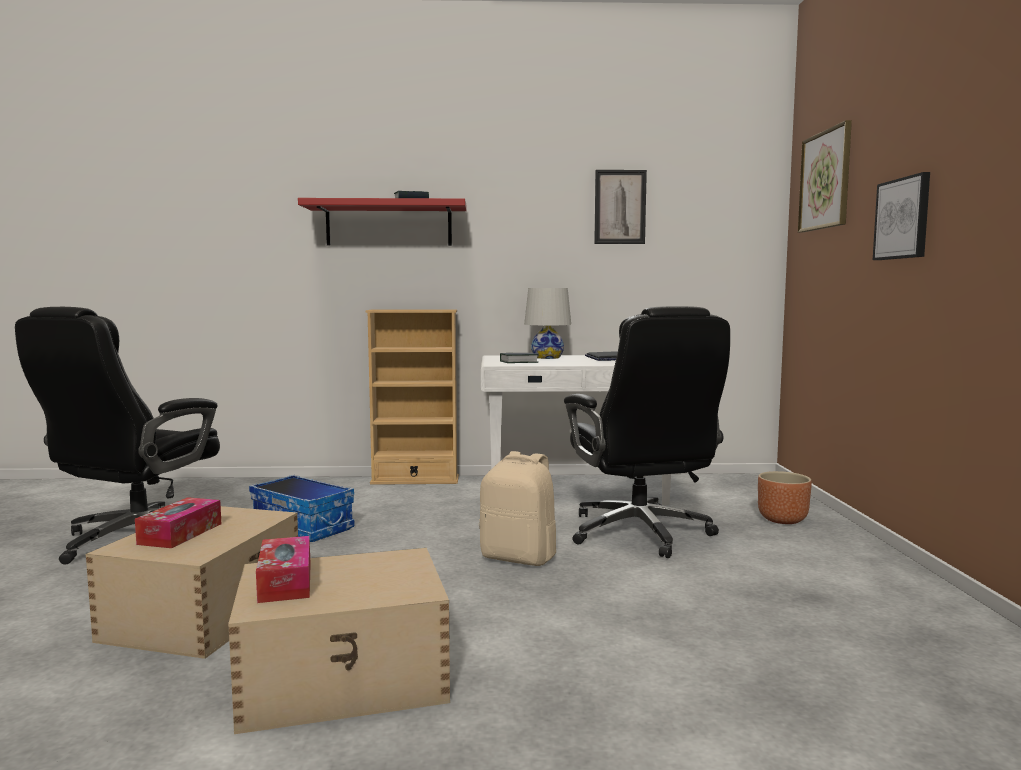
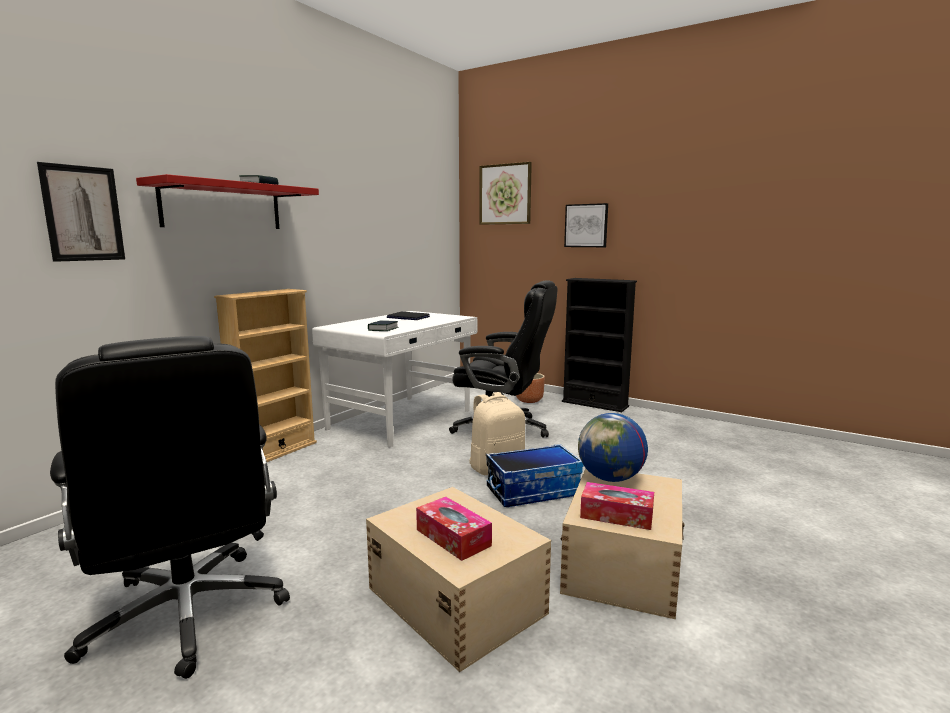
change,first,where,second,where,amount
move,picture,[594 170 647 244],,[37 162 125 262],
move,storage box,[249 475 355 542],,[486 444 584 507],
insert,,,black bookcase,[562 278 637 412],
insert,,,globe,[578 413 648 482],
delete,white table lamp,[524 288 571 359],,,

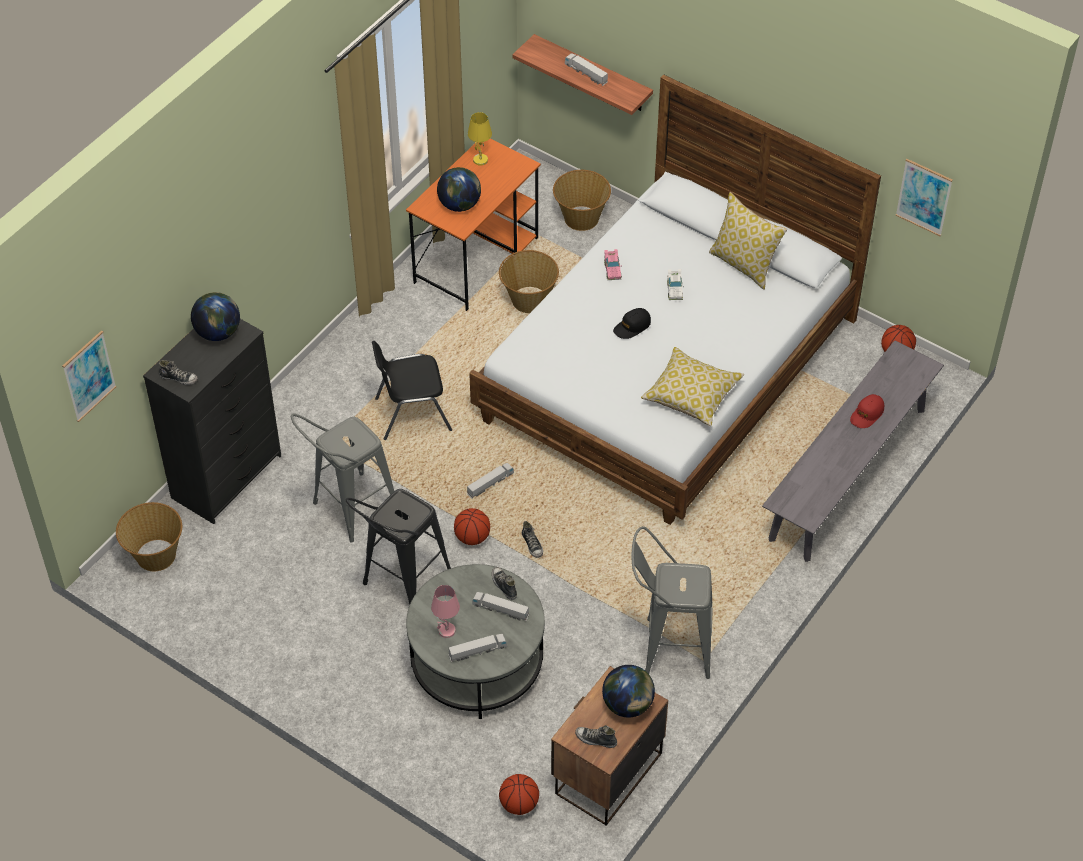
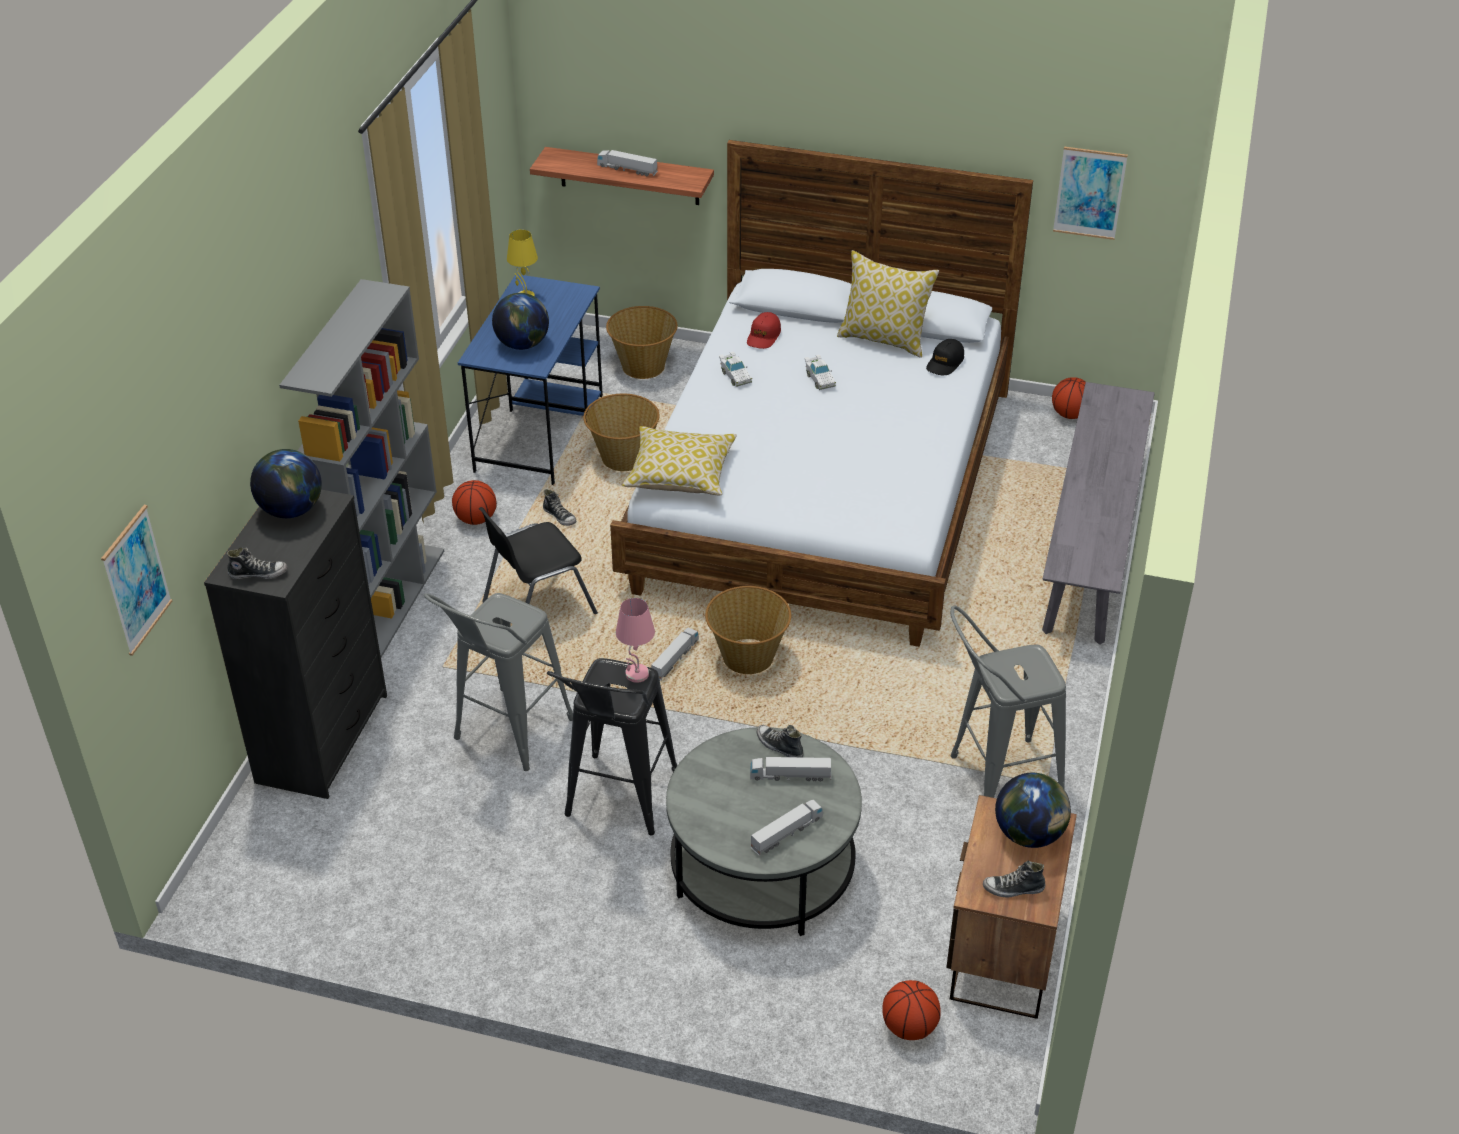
change,first,where,second,where,amount
insert,,,grey bookcase,[279 279 444 658],
move,basketball,[454 508 490 545],,[452 480 497 525],
recolor,orange desk,[406 139 541 311],blue desk,[458 274 603 485],
move,shoe,[522 521 543 558],,[543 489 576 526],
move,pink table lamp,[431 585 460 638],,[616 598 655 683],
move,pillow,[641 347 744 426],,[622 426 737 495],
move,basket,[116 502 182 571],,[705 586 791 674],
recolor,pink toy car,[604 249 622 280],white toy car,[719 351 752 387],
move,red cap,[850 394 884 428],,[747 312 781 349],
move,black cap,[613 308 651 339],,[926 339 964 375],

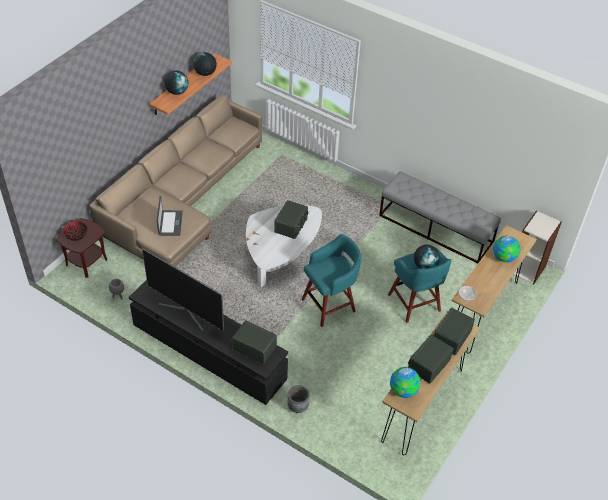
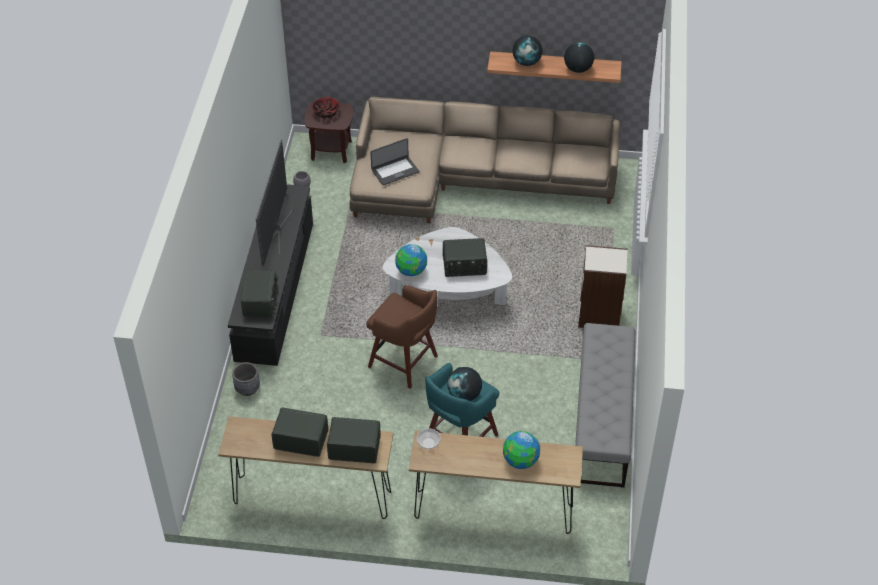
change,first,where,second,where,amount
recolor,turquoise stool,[302 234 361 327],brown stool,[366 285 438 389],
move,globe,[390 367 421 398],,[395 244 427 276],
move,bookcase,[513 210 562 285],,[578 245 628 328],

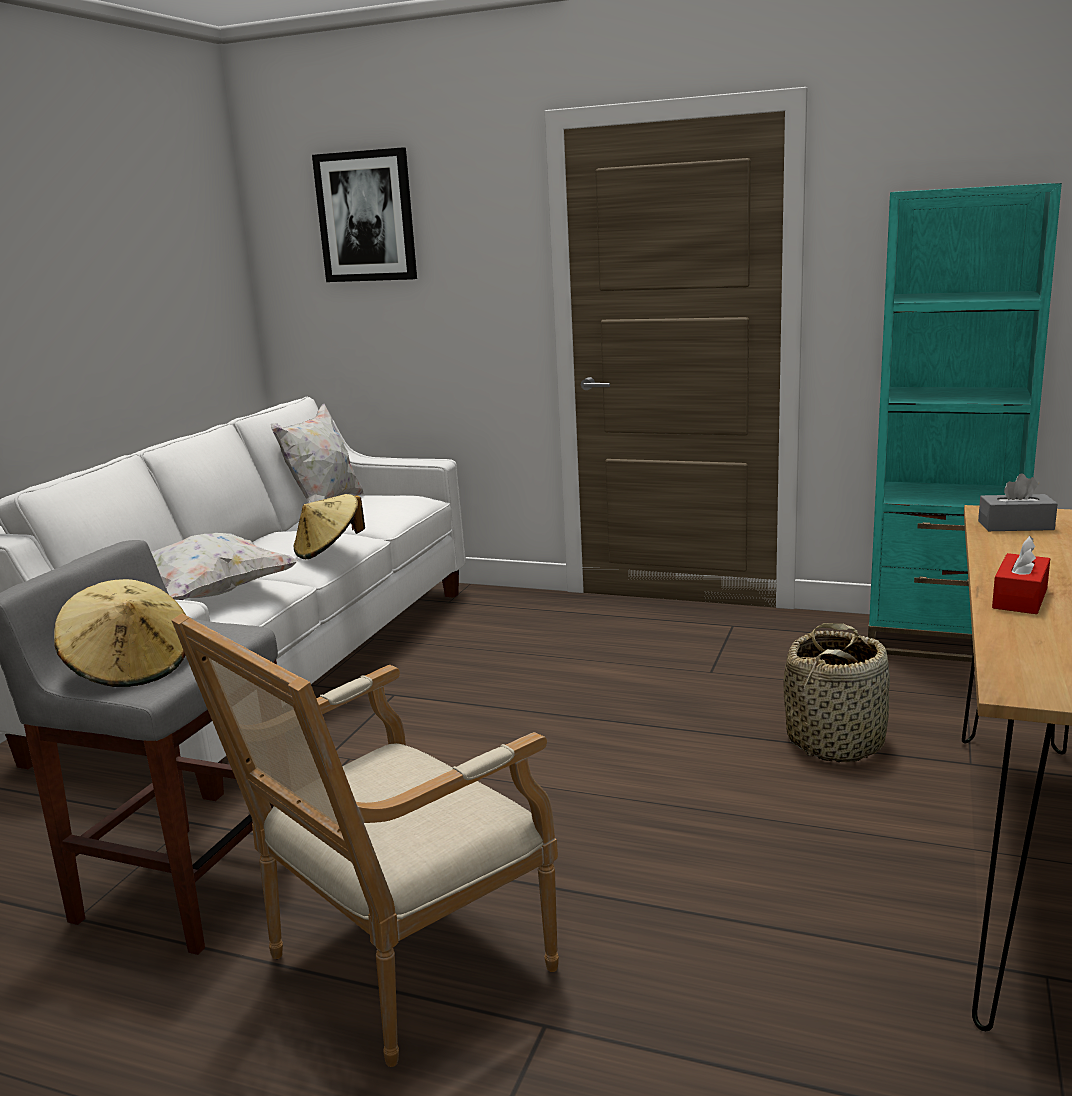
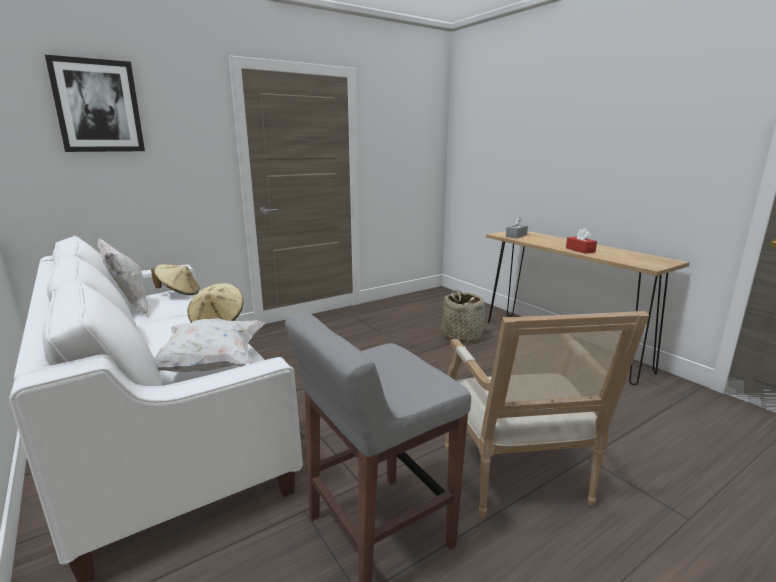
change,first,where,second,where,amount
move,beige hat,[54 579 186 687],,[151 264 200 295],
delete,turquoise bookcase,[868 183 1062 662],,,

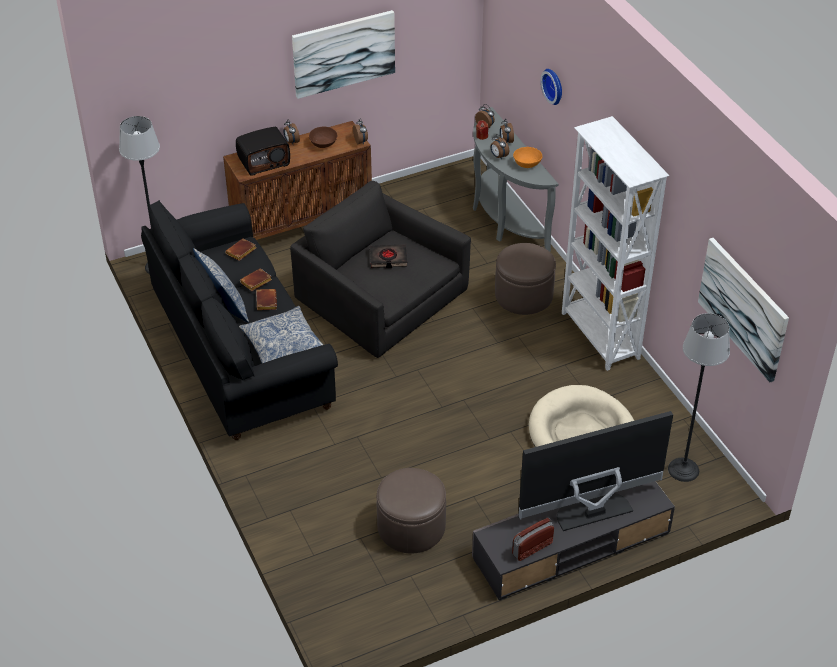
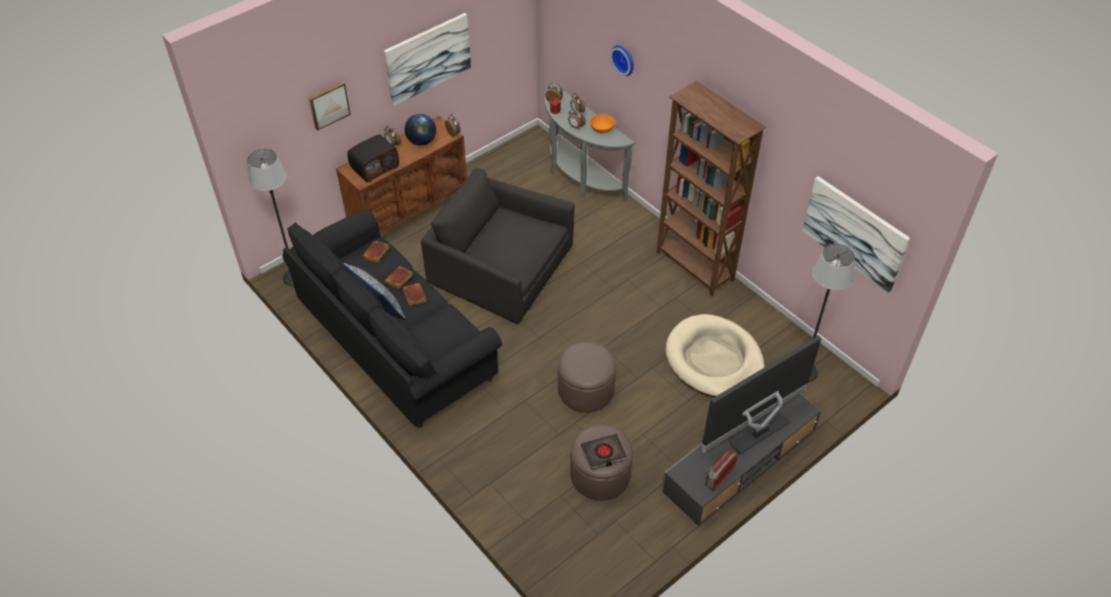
change,first,where,second,where,amount
insert,,,picture,[309 81 351 130],
replace,brown bowl,[309 127 337 148],globe,[405 114 436 146],
move,brown ottoman,[495 243 556 315],,[558 341 616 413],
move,black book,[370 244 407 268],,[581 434 627 470],
recolor,white bookcase,[562 116 669 371],brown bookcase,[657 81 767 296],
delete,pillow,[239 306 323 363],,,

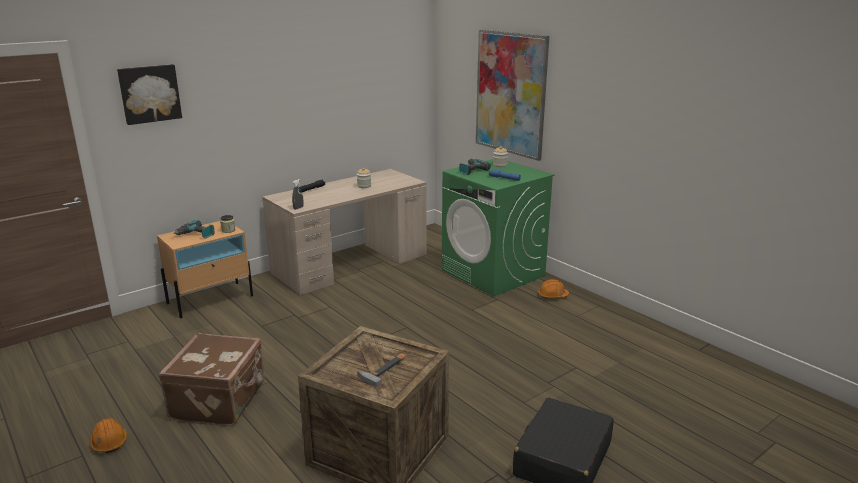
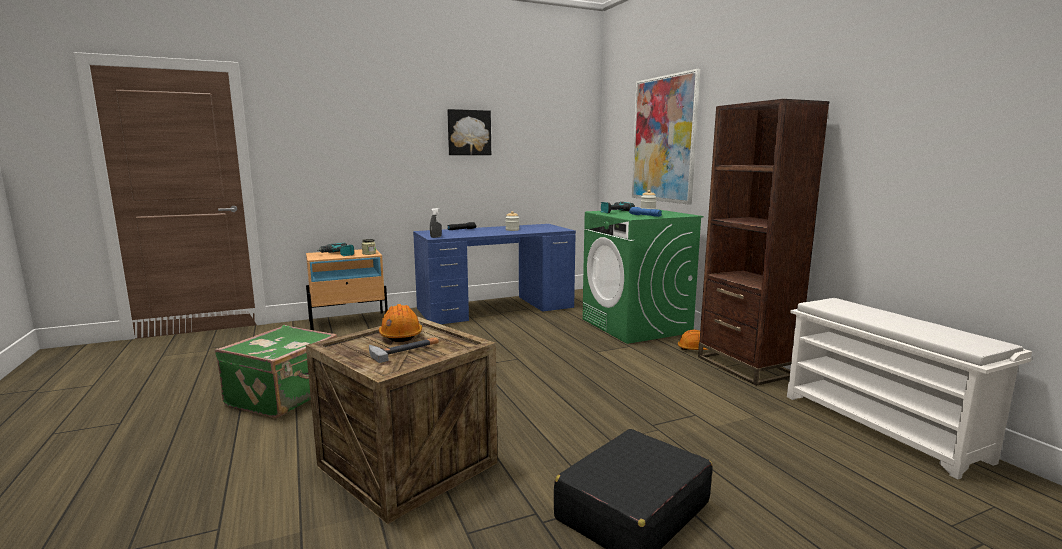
change,first,where,second,where,amount
recolor,brown suitcase,[159 333 265 426],green suitcase,[215 325 337 418],
move,orange hard hat,[90 418 127 453],,[379 304 422 342],
recolor,beige desk,[262 169 427 295],blue desk,[413 224 576 324],
move,picture,[117 64 182 125],,[447 109 491 155],
insert,,,brown bookcase,[698 99 830 386],
insert,,,white shoe rack,[787 298 1032 479],

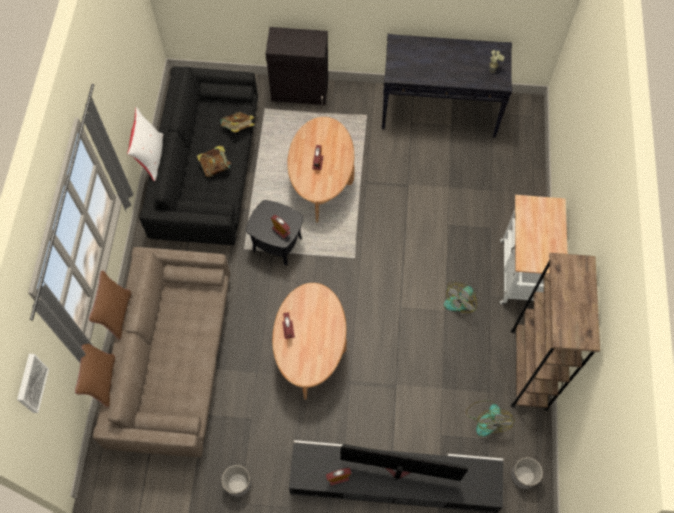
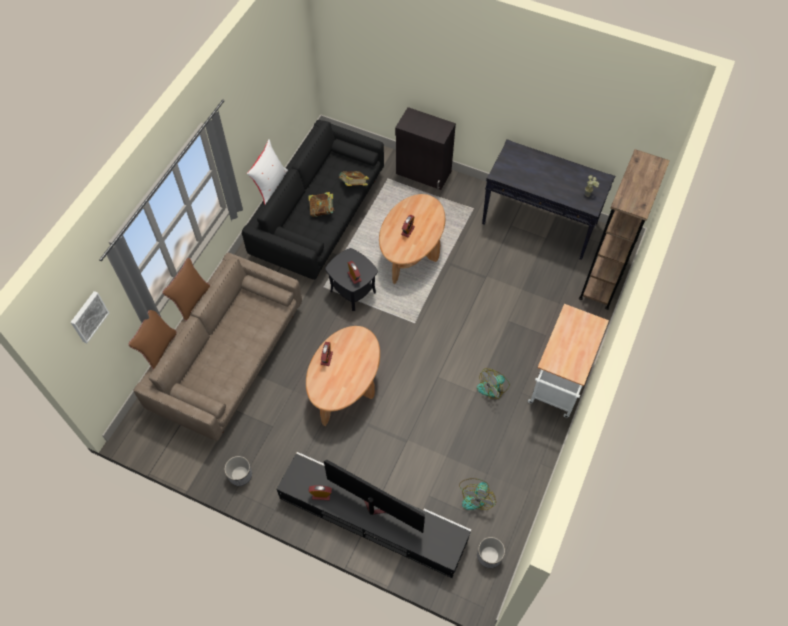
change,first,where,second,where,amount
move,brown bookcase,[511 253 600 411],,[579 149 670 310],

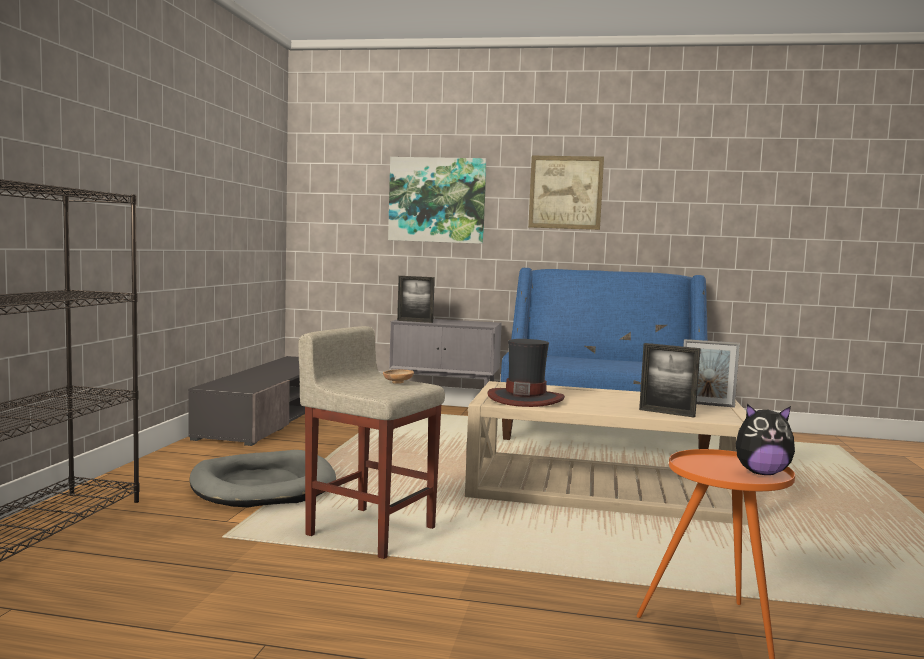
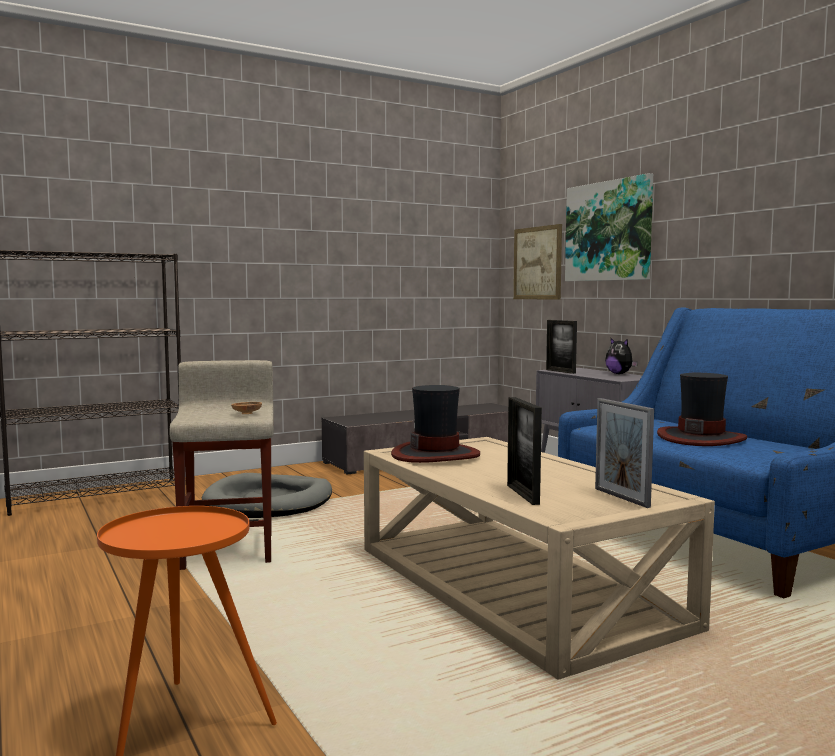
change,first,where,second,where,amount
move,picture,[528 156 604 230],,[513 224 562 300],
move,plush toy,[736 404 795 475],,[605 338 638 374],
insert,,,hat,[657 373 747 446],

